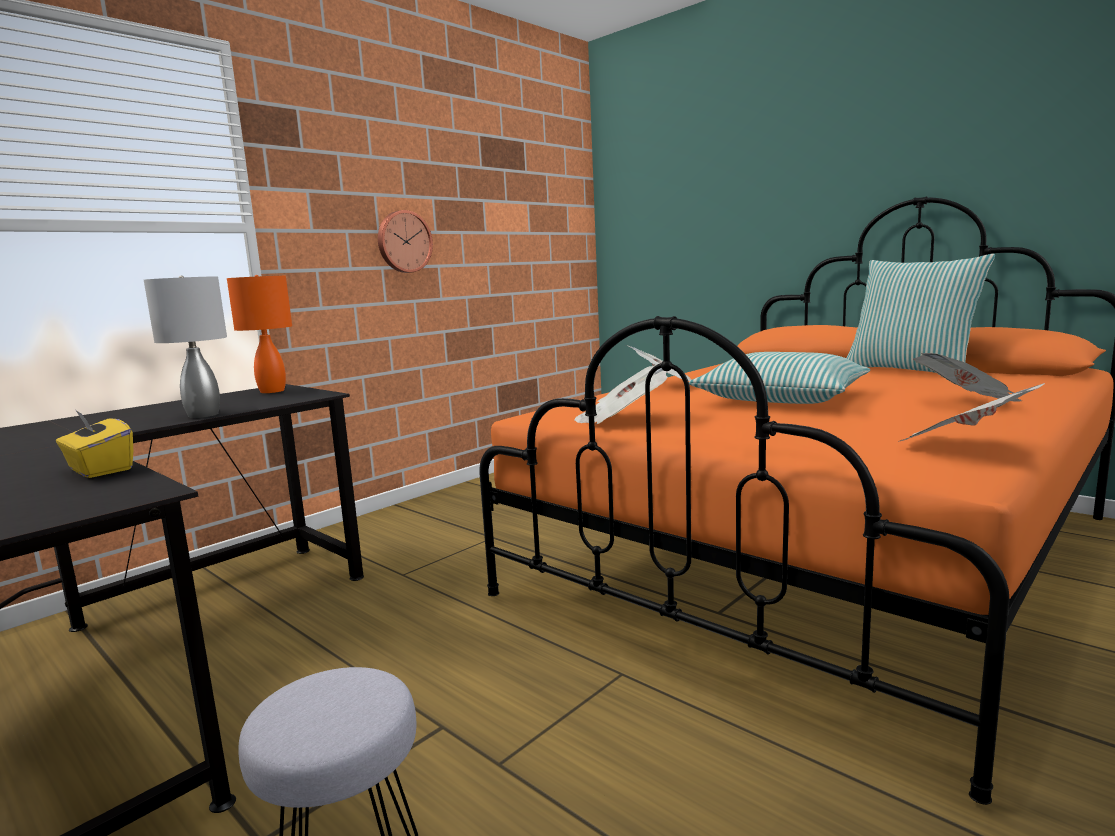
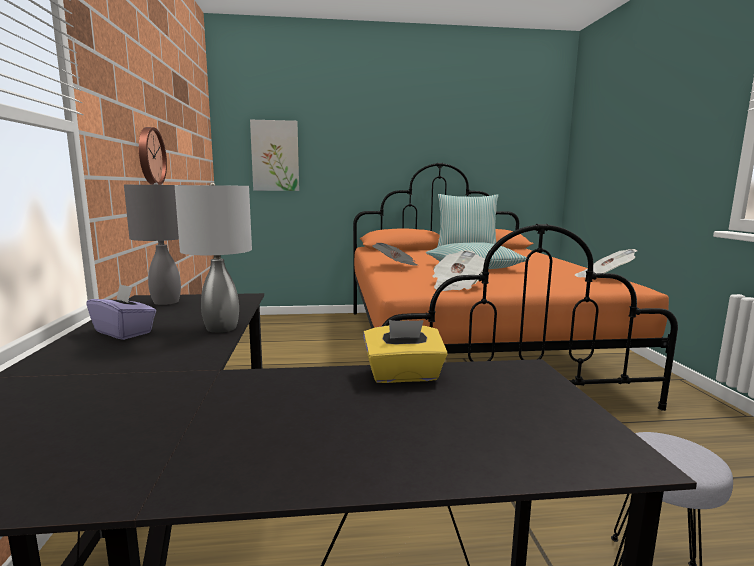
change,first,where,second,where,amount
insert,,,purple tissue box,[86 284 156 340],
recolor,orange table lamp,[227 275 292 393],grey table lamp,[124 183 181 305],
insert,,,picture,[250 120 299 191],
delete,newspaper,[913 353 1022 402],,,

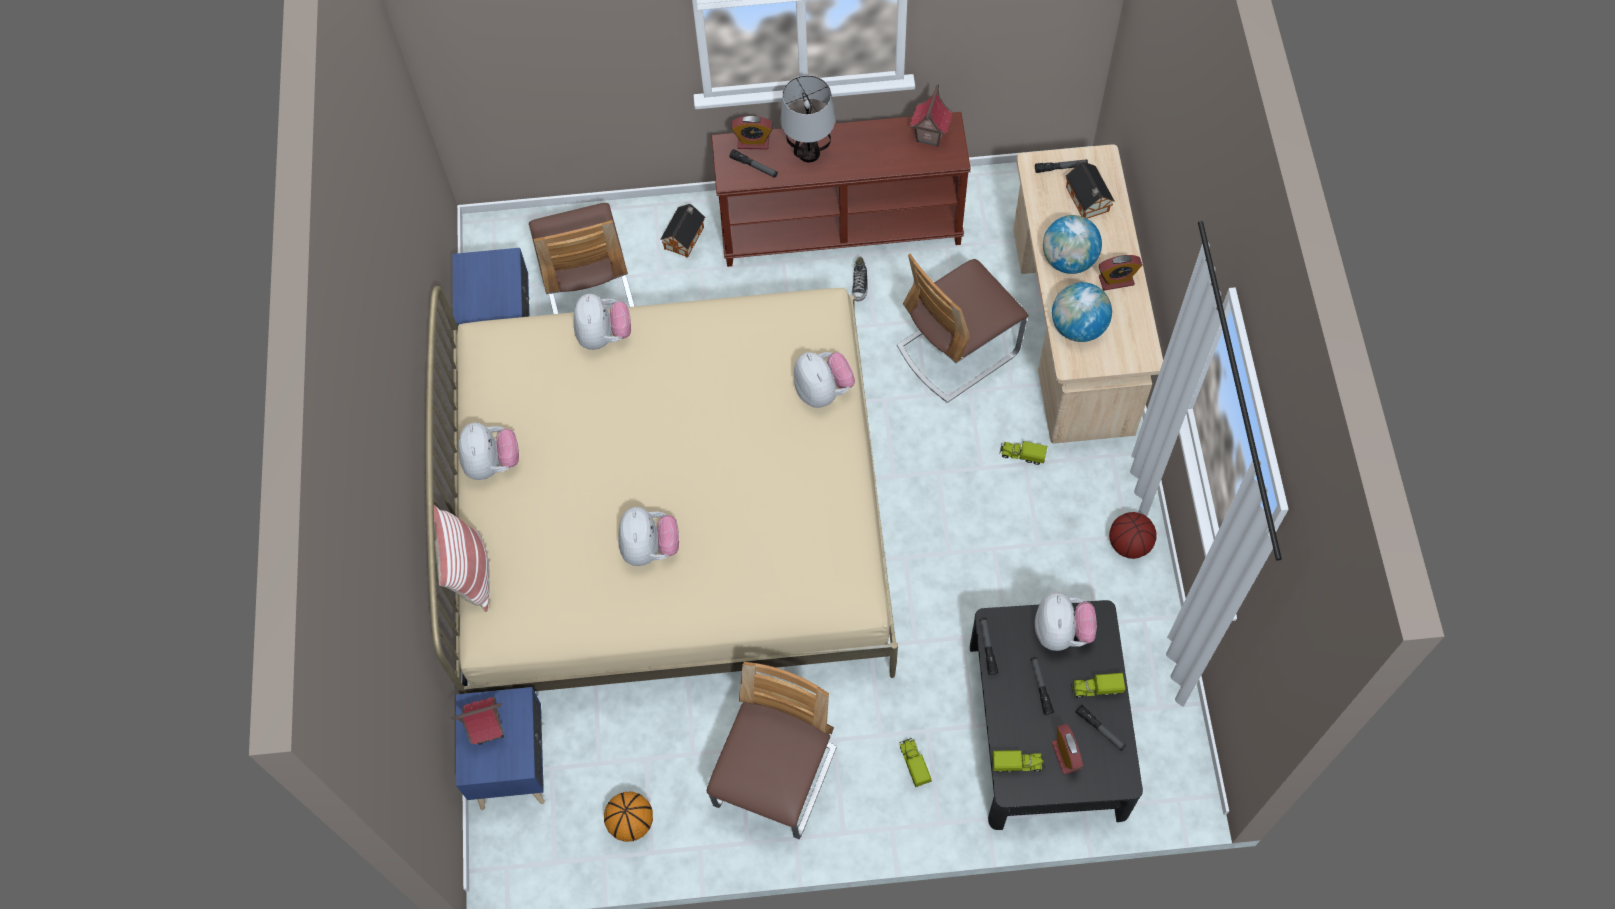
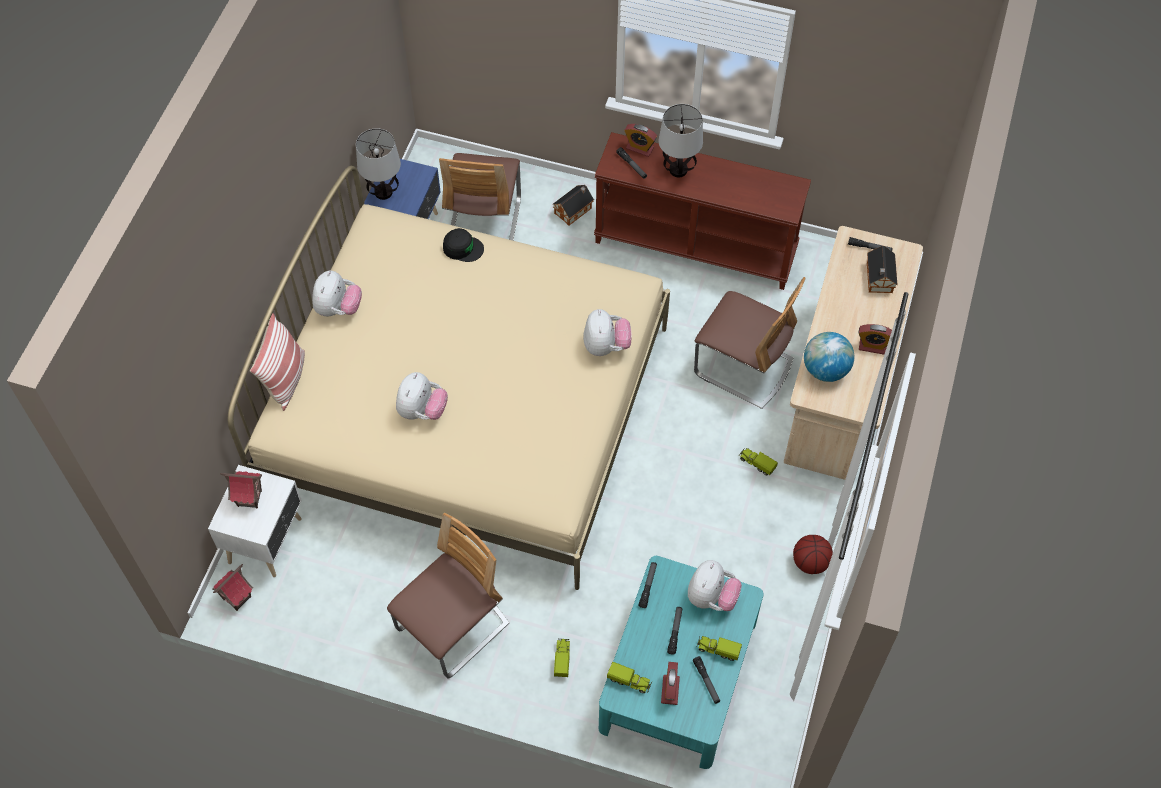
change,first,where,second,where,amount
recolor,blue nightstand,[456 687 545 810],white nightstand,[208 465 302 577],
move,toy house,[910 84 952 147],,[212 564 253 611],
insert,,,table lamp,[356 128 401 200],
replace,plush toy,[574 294 631 350],black cap,[443 228 484 262],
recolor,black coffee table,[970 600 1143 830],turquoise coffee table,[599 556 764 769],
rotate,chair,[897 254 1028 403],,[694 277 806 409],135 degrees counterclockwise
delete,basketball,[604 791 653 842],,,
delete,shoe,[852 257 868 301],,,
delete,globe,[1043 215 1102 274],,,

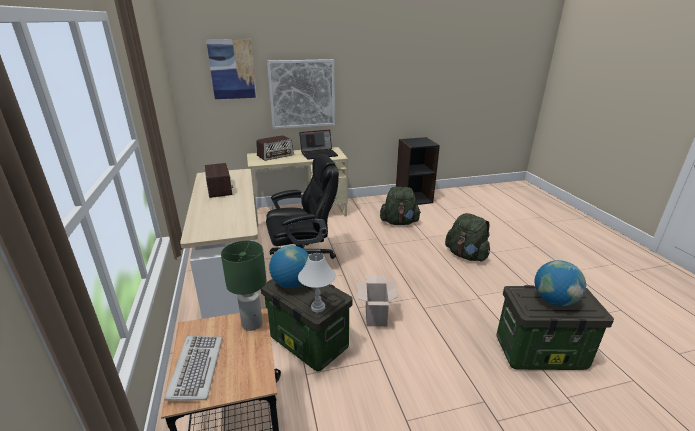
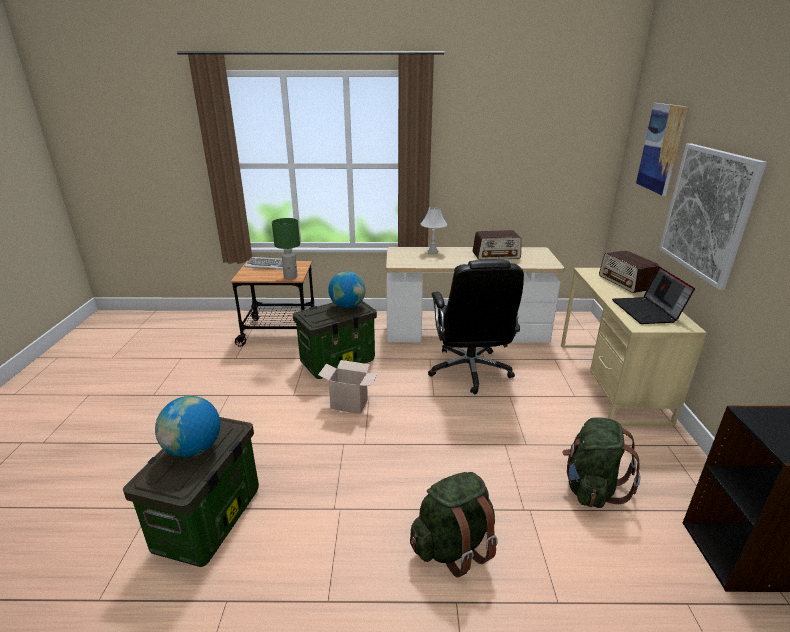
change,first,where,second,where,amount
move,white table lamp,[298 253 336 312],,[421 207 447 253],

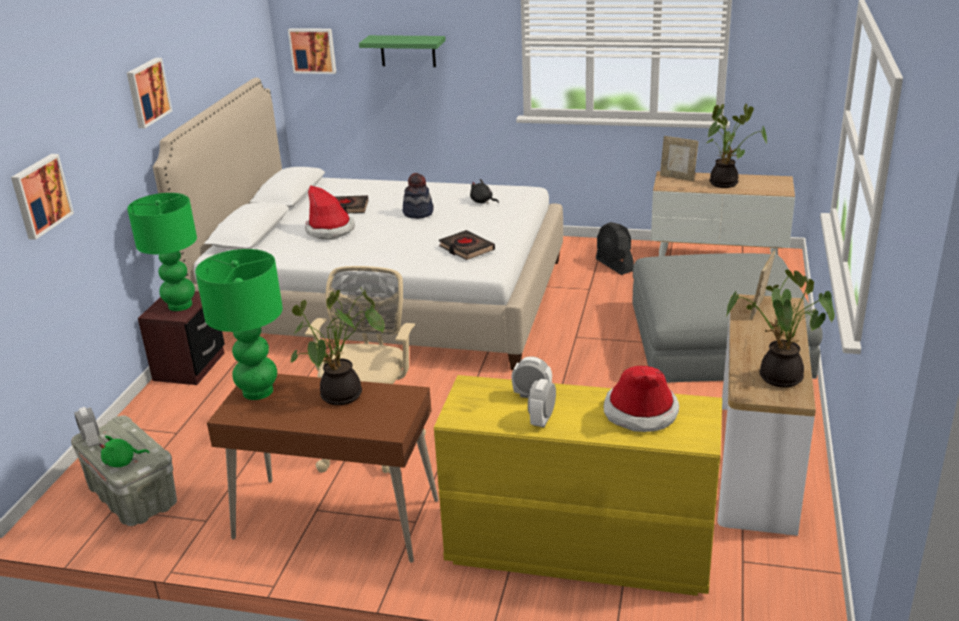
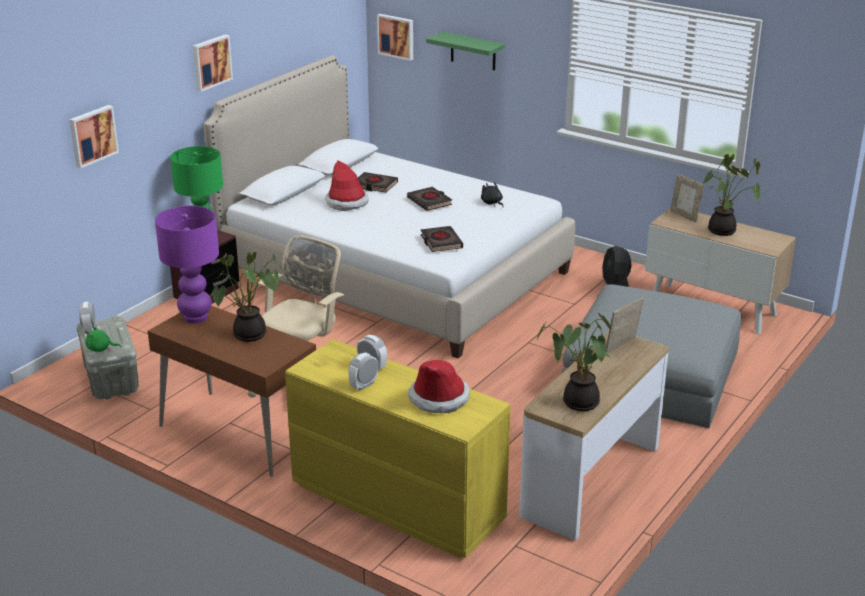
change,first,where,second,where,amount
recolor,green table lamp,[195 249 283 400],purple table lamp,[155 206 219 324],
replace,hat,[403 173 434 219],black book,[407 187 452 211],

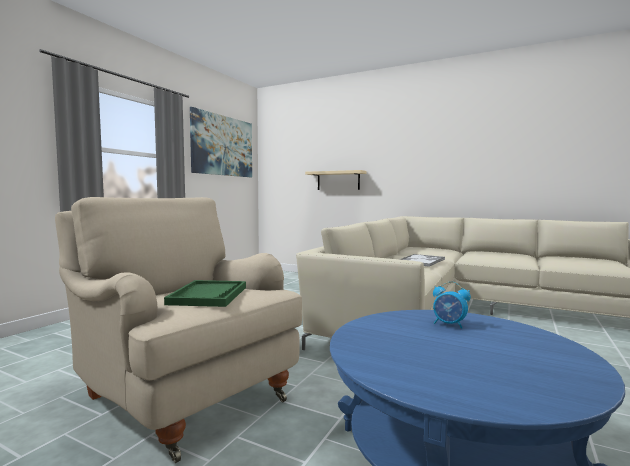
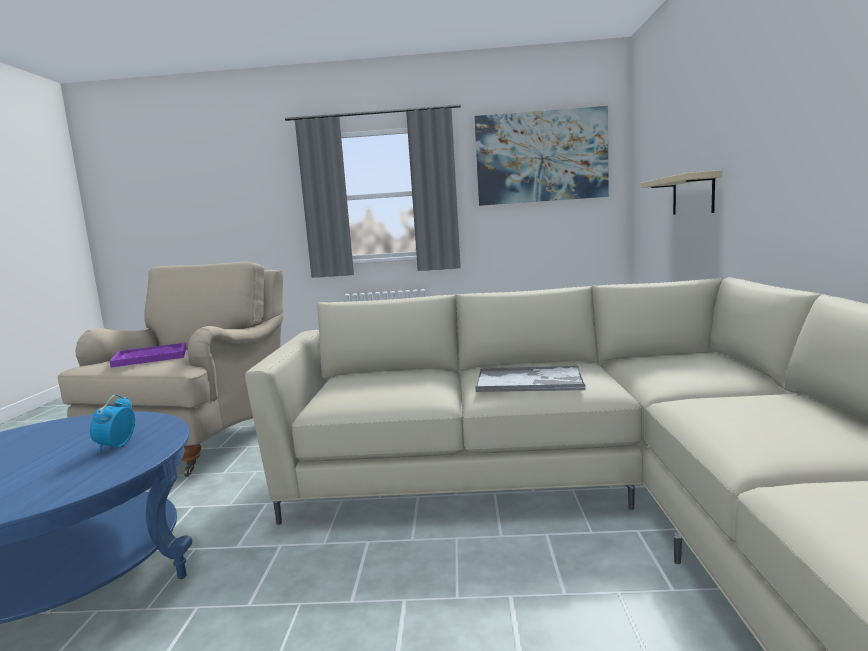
change,first,where,second,where,amount
recolor,green tray,[164 280 246 307],purple tray,[110 343 186 368],

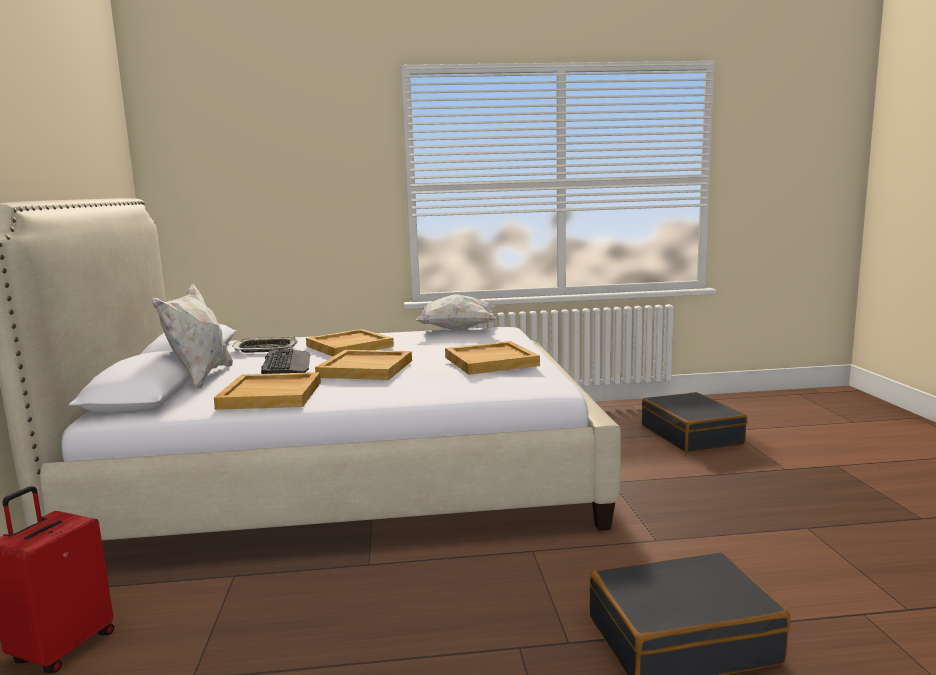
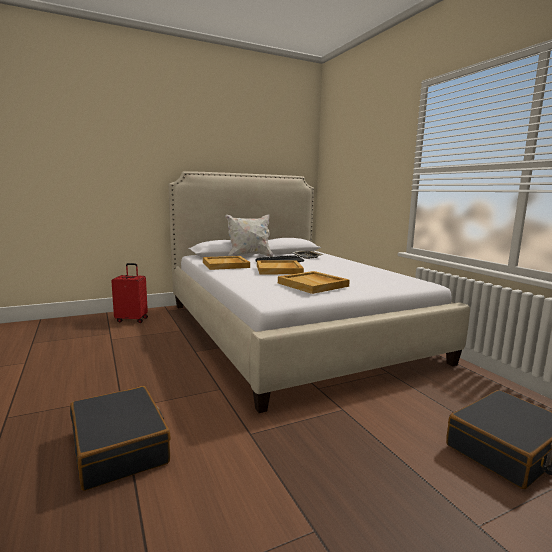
change,first,where,second,where,amount
delete,beige tray,[306 329 394 356],,,
delete,white pillow,[415 294 496 330],,,

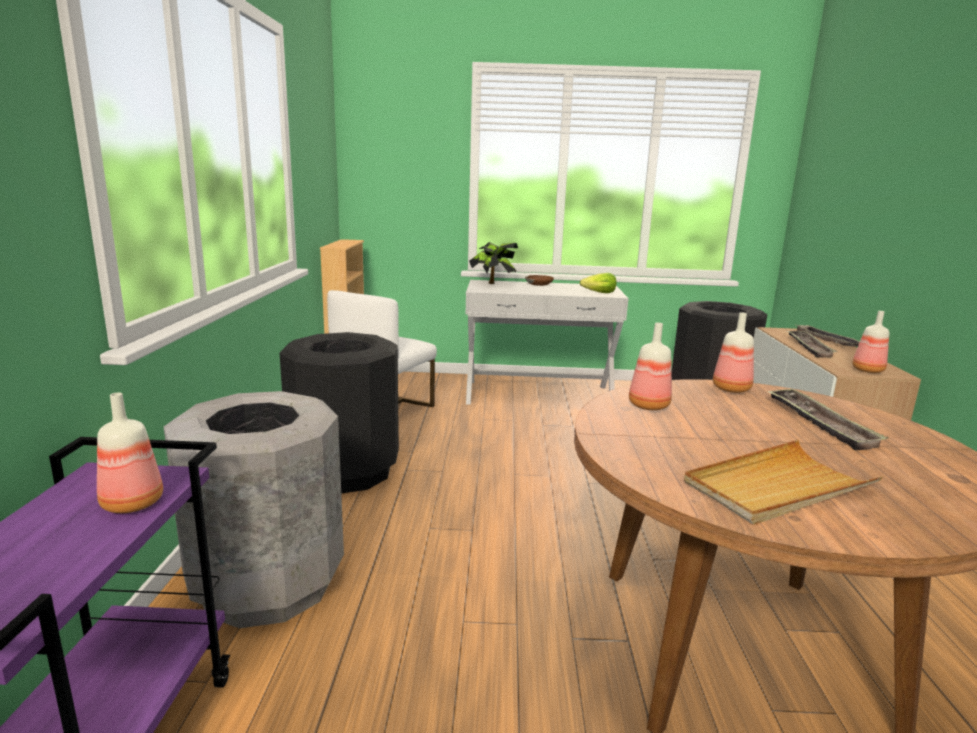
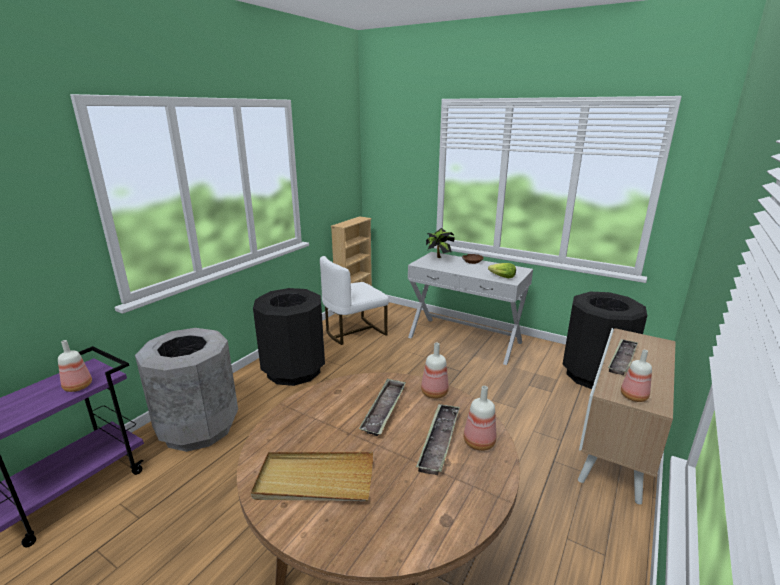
change,first,where,second,where,amount
move,tray,[796 325 860 347],,[359 378 406 436],
move,bottle,[629 323 672 410],,[463 386 496 451],

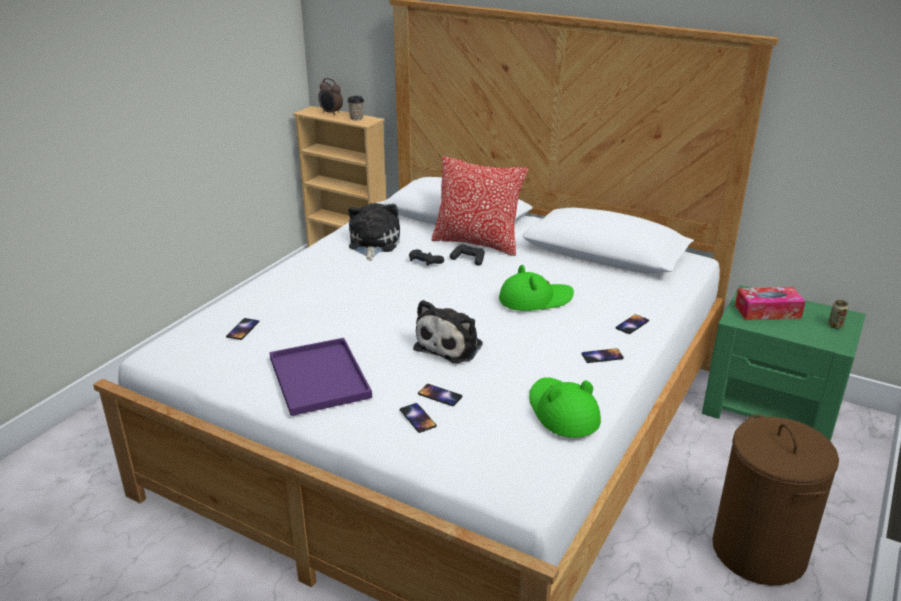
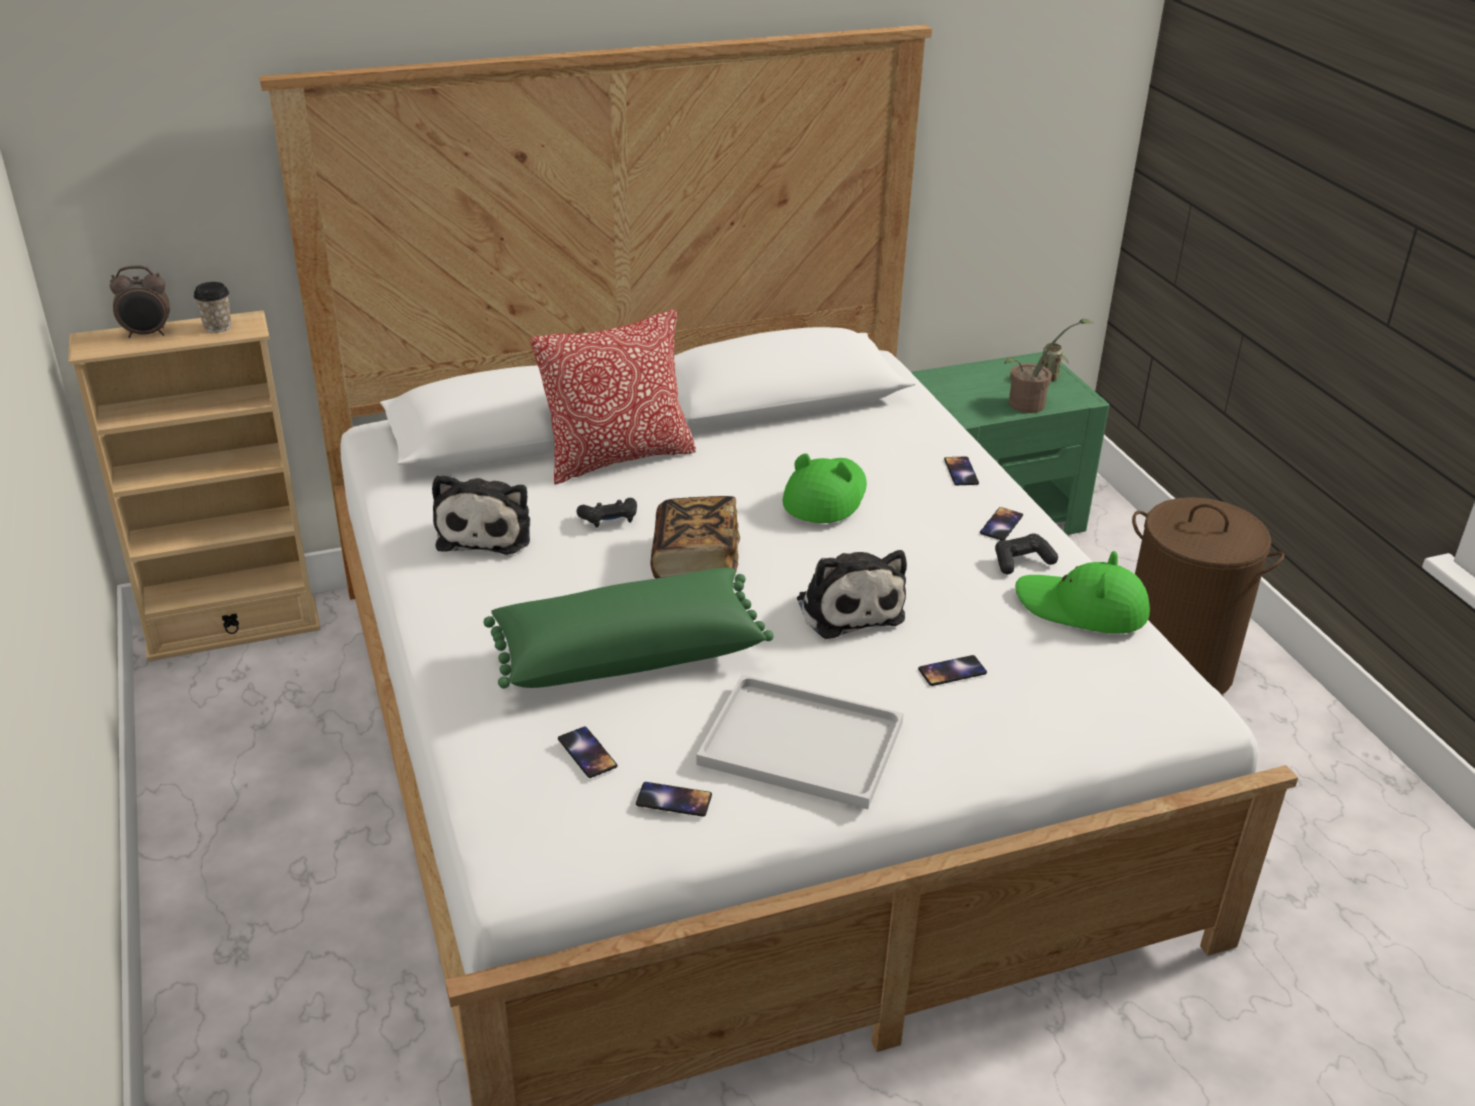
change,first,where,second,where,amount
rotate,plush toy,[348 203 400 261],,[432 474 530 555],135 degrees counterclockwise
insert,,,green pillow,[484 567 774 689],
move,phone,[400 403 437 433],,[636 782 712 817],
insert,,,book,[650 496 740 579],
recolor,purple tray,[269 338 372 416],white tray,[696 675 904 809],
move,black game controller,[450 244 485 266],,[995 534 1058 574],
insert,,,potted plant,[1004 319 1095 413],
delete,tissue box,[735 287 806 320],,,

